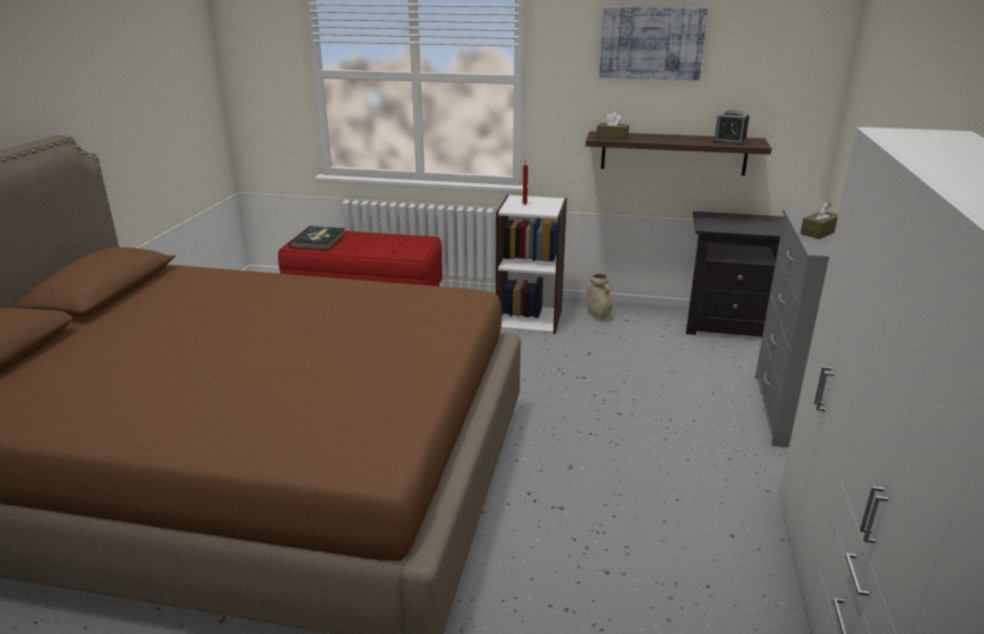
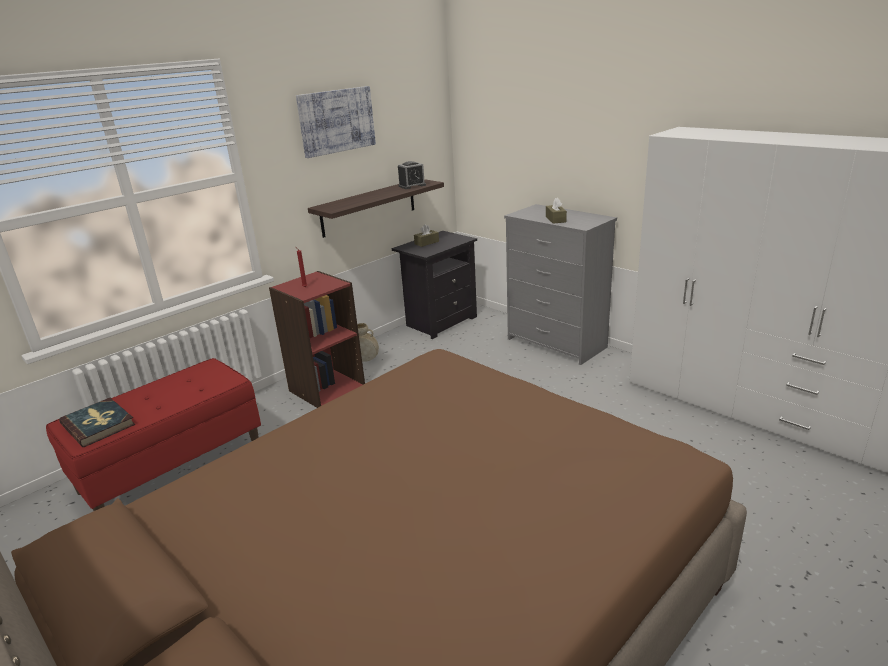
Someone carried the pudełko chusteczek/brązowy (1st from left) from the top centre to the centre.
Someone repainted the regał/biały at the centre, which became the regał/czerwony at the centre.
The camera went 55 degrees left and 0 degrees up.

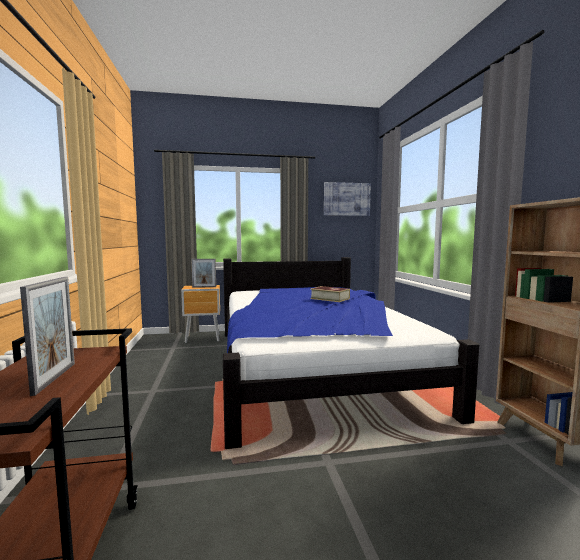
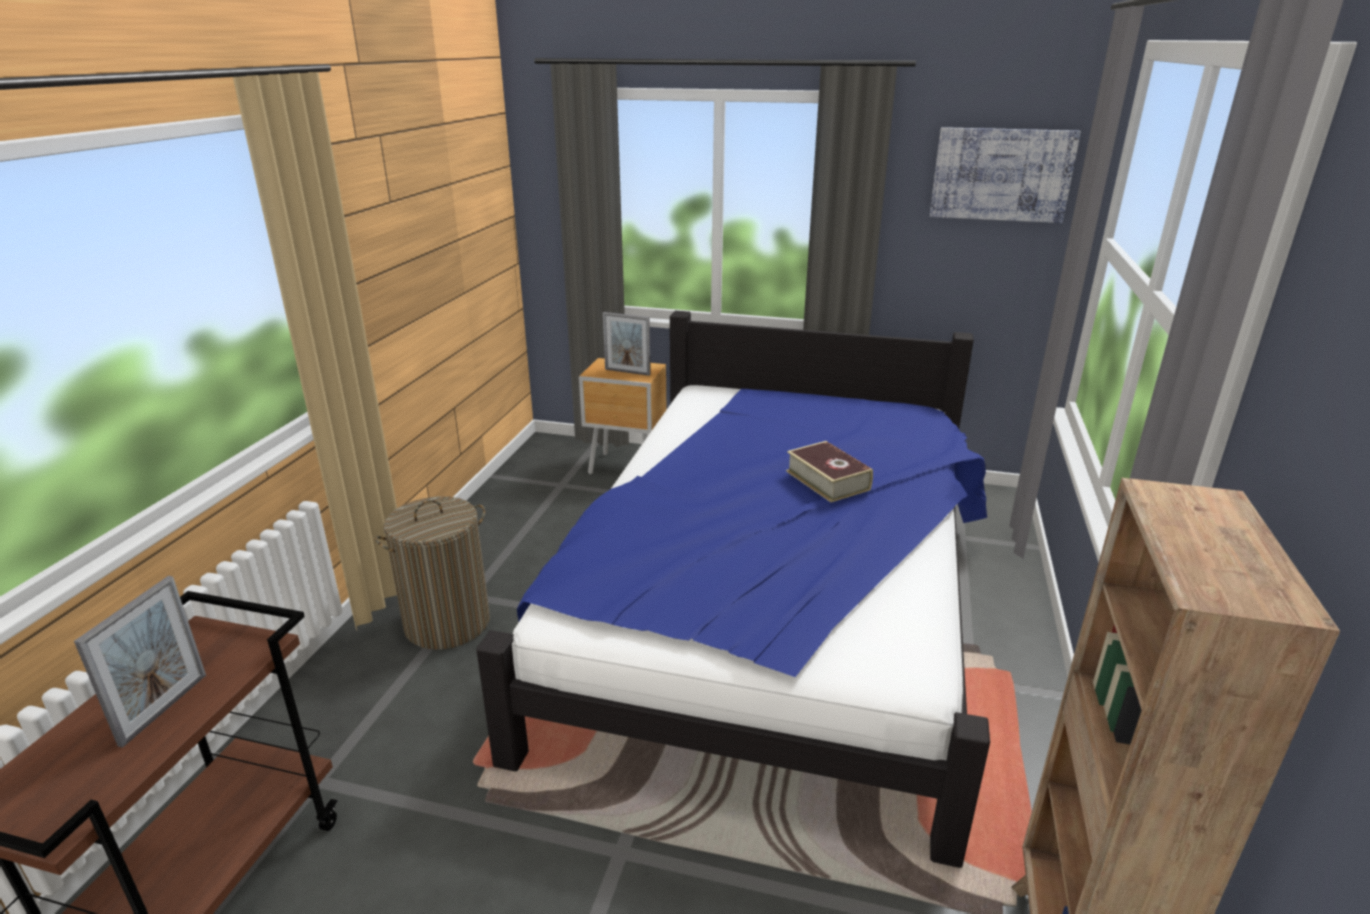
Someone put down the kosz na pranie at the middle left.
The camera went 25 degrees right and 20 degrees up.

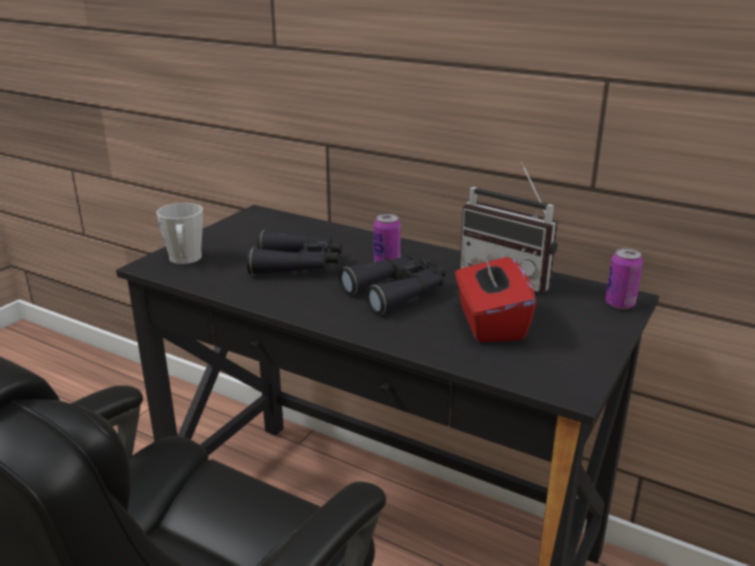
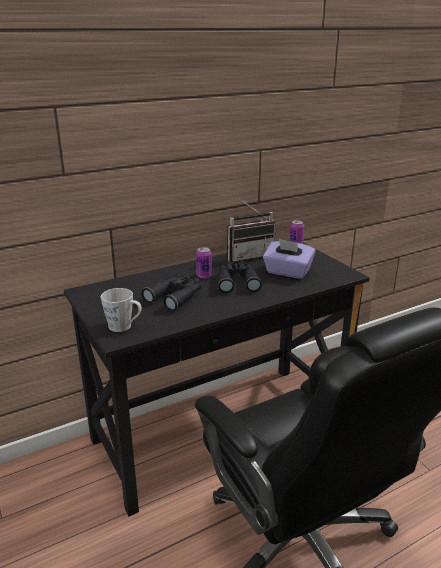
Someone repainted the pudełko chusteczek/czerwony at the centre, which became the pudełko chusteczek/fioletowy at the centre.
The camera went 60 degrees left and 0 degrees up.

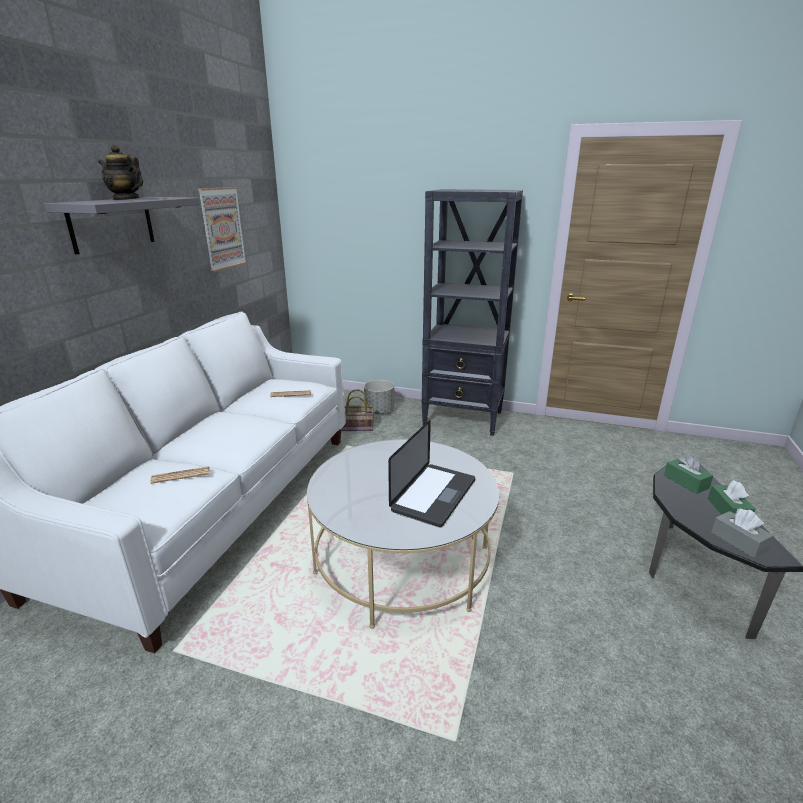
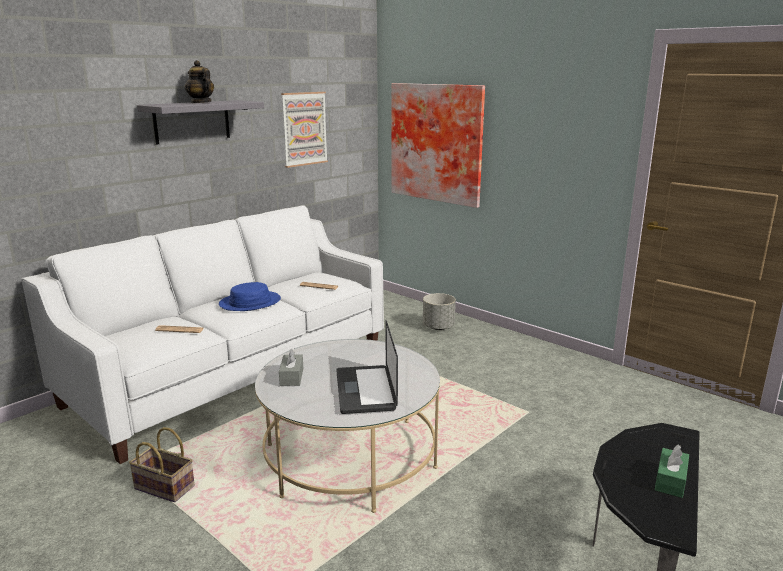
Someone took away the regał/czarny at the centre.
Someone carried the koszyk from the centre to the bottom left.
Someone rotated the laptop at the centre by 120 degrees clockwise.
Someone took away the pudełko chusteczek/zielony (1st from left) at the middle right.
Someone carried the pudełko chusteczek/szary from the middle right to the centre.
Someone put up the obraz (2nd from left) at the top centre.
Someone put down the kapelusz/niebieski at the middle left.
The camera went 25 degrees right and 5 degrees down.

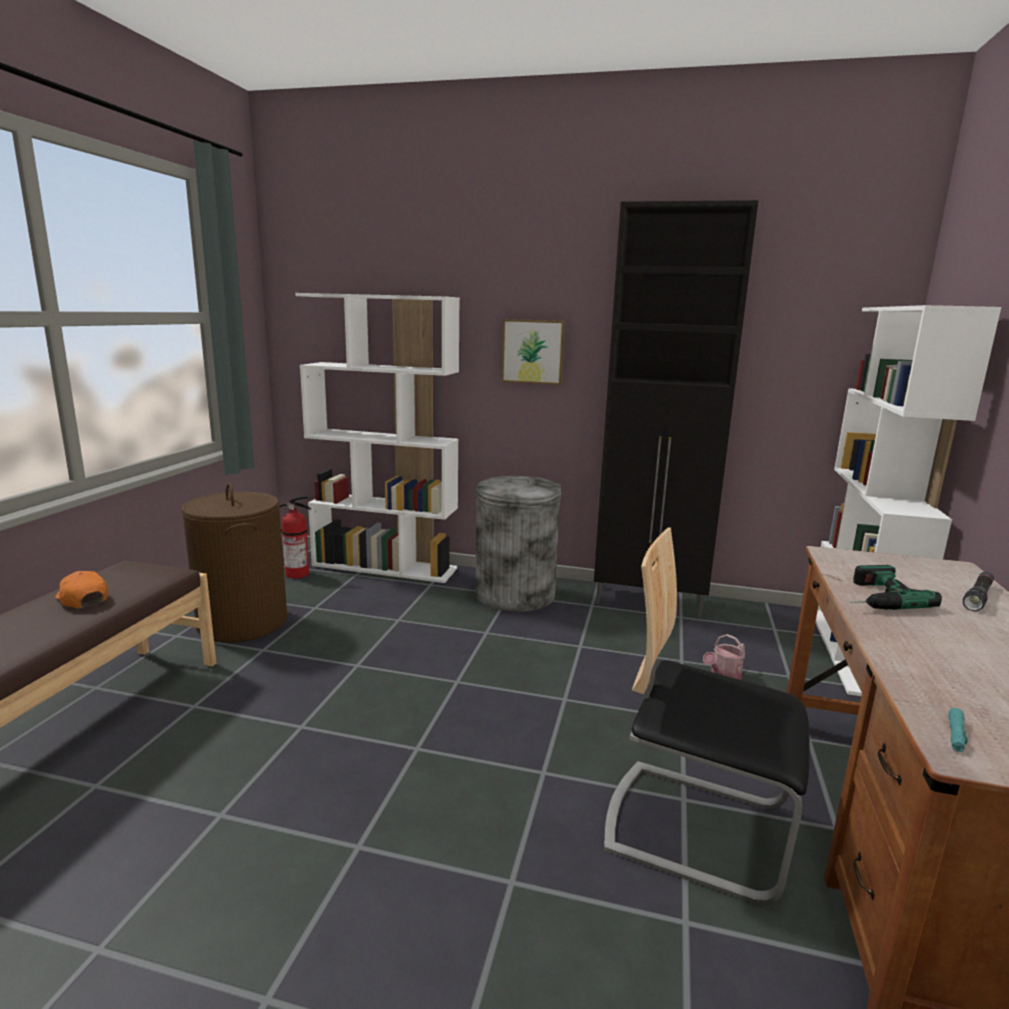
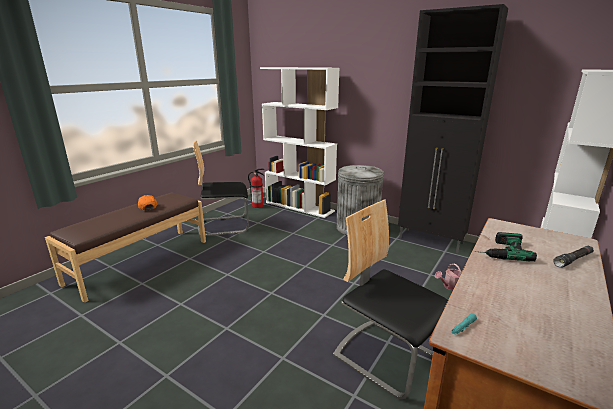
Someone took away the obraz at the centre.
Someone swapped the kosz na pranie/brązowy at the middle left for the krzesło (1st from left) at the centre.
The camera went 20 degrees right and 5 degrees up.

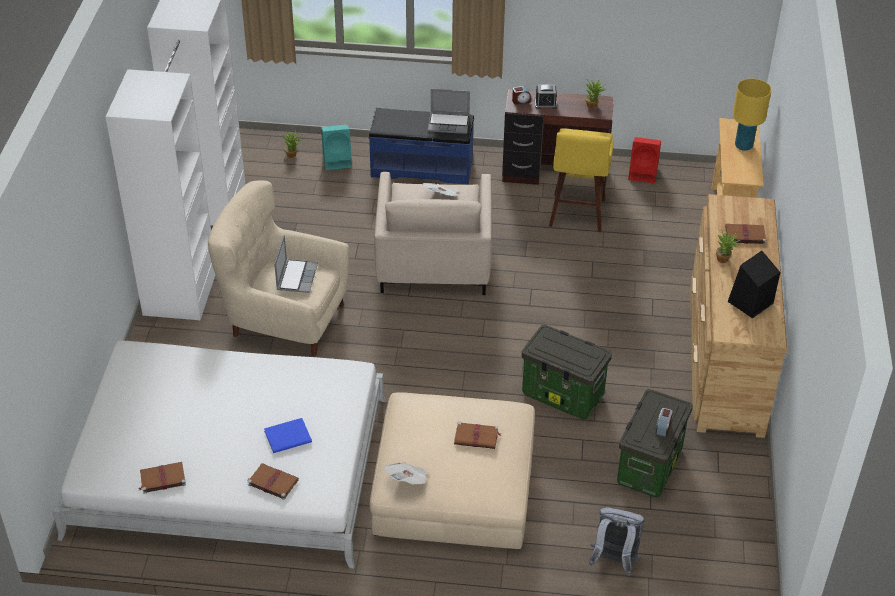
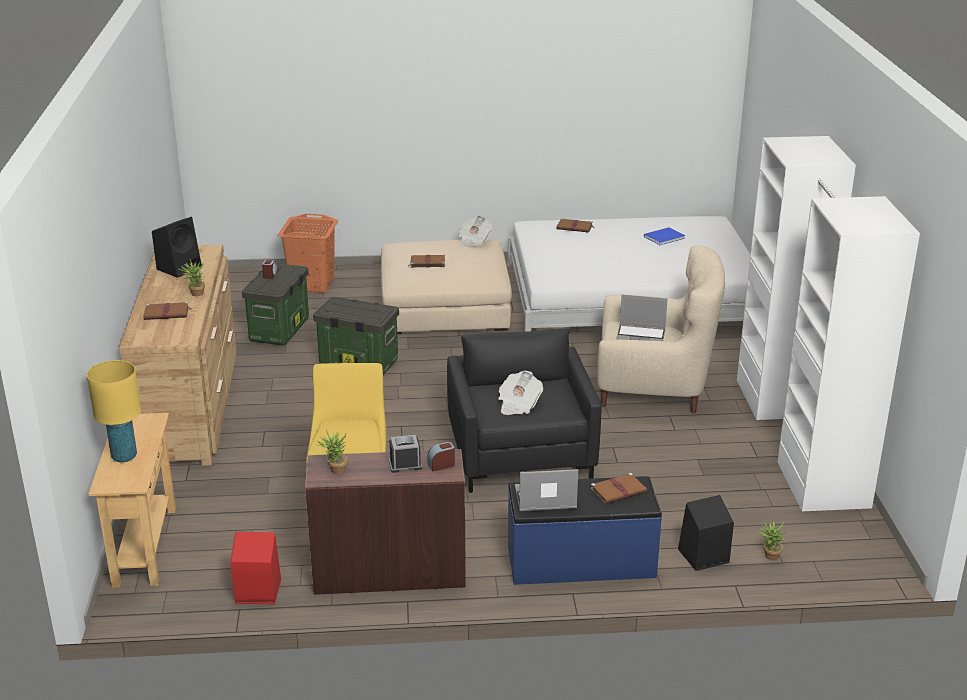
Someone repainted the głośnik/turkusowy at the top centre, which became the głośnik/czarny (2nd from left) at the bottom right.
Someone repainted the fotel/beżowy (2nd from left) at the centre, which became the fotel/czarny at the centre.
Someone rotated the laptop (1st from left in the first image) at the middle left by 75 degrees counterclockwise.
Someone carried the książka/niebieski from the bottom left to the middle right.
Someone carried the książka/brązowy (1st from left in the first image) from the bottom left to the bottom centre.
Someone swapped the plecak/szary at the bottom right for the kosz na pranie/pomarańczowy at the middle left.
The camera went 170 degrees right and 15 degrees down.

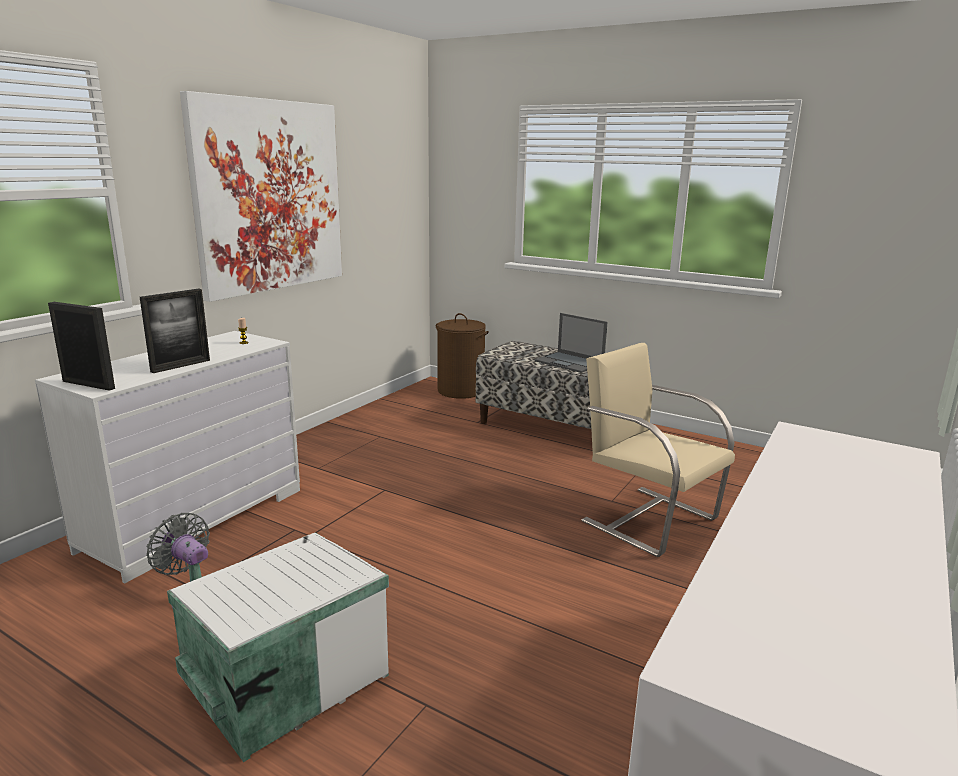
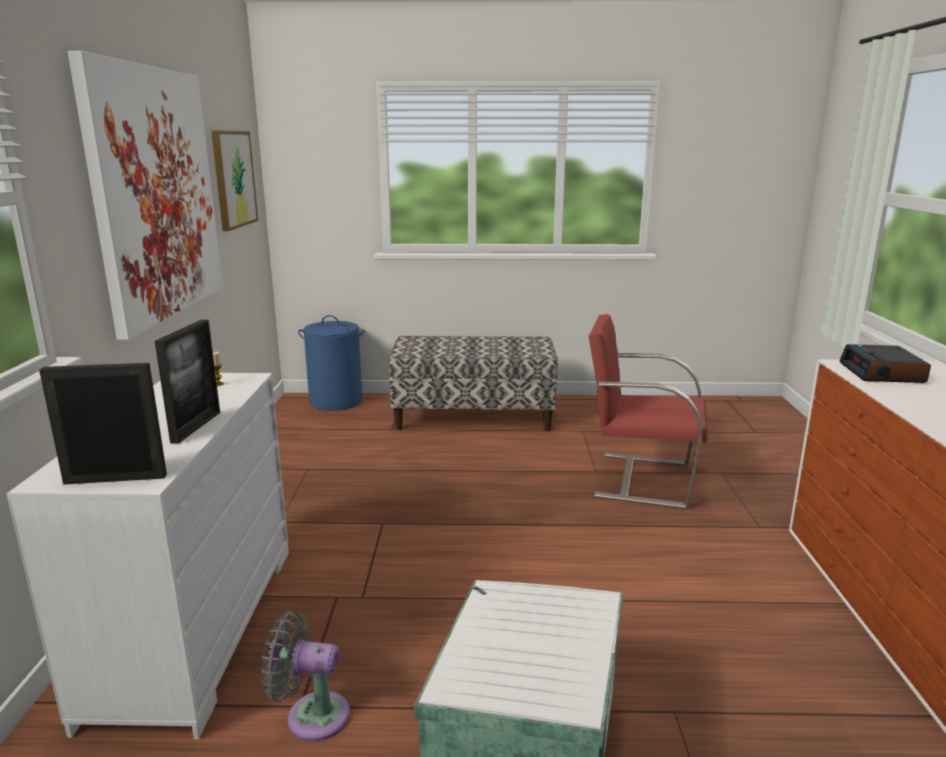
Someone repainted the kosz na pranie/brązowy at the centre, which became the kosz na pranie/niebieski at the centre.
Someone took away the laptop at the centre.
Someone repainted the krzesło/beżowy at the middle right, which became the krzesło/czerwony at the middle right.
Someone put up the obraz (2nd from left) at the top left.
Someone put down the budzik at the middle right.
The camera went 30 degrees left and 0 degrees up.

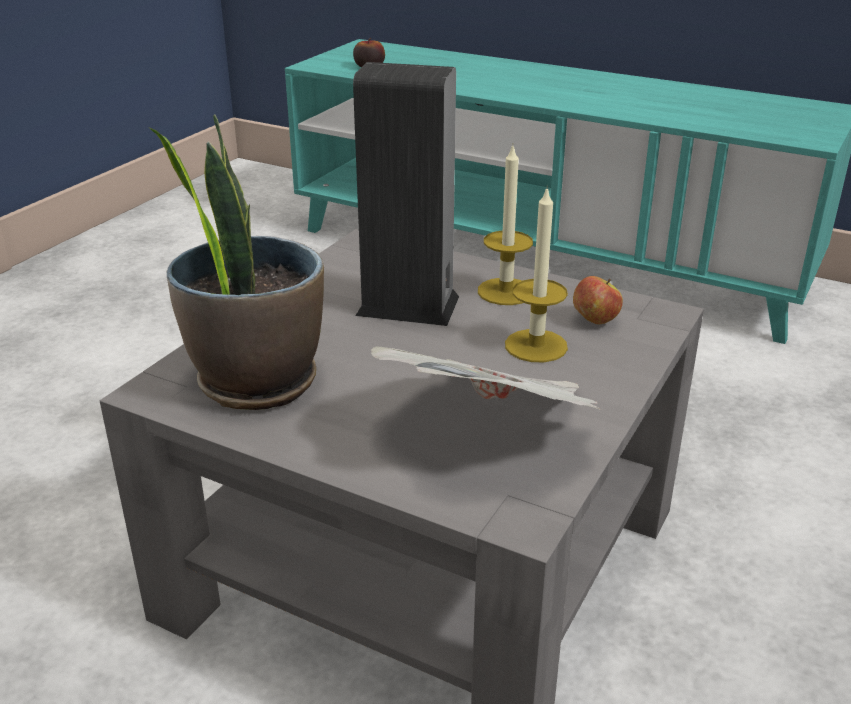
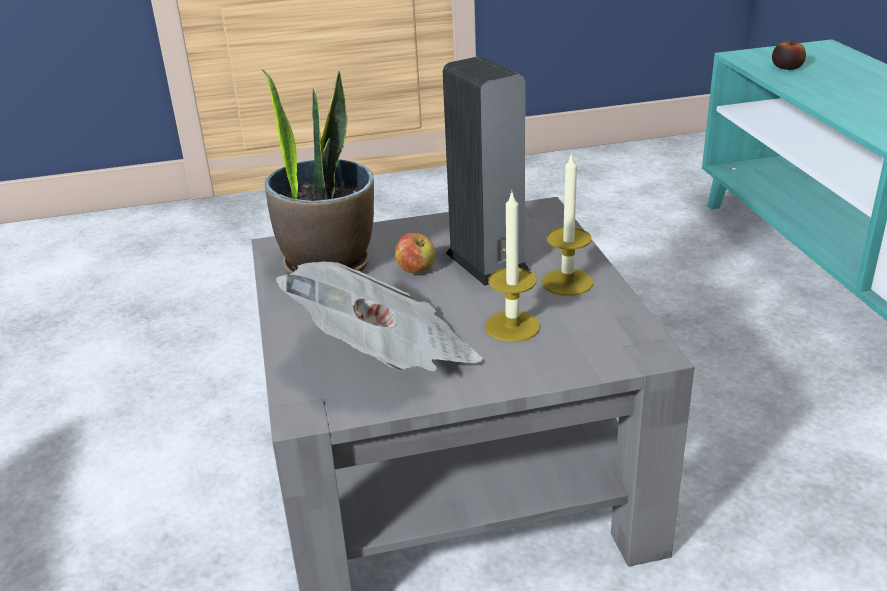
Someone carried the jabłko (2nd from left in the first image) from the middle right to the centre.
The camera went 50 degrees right and 0 degrees up.

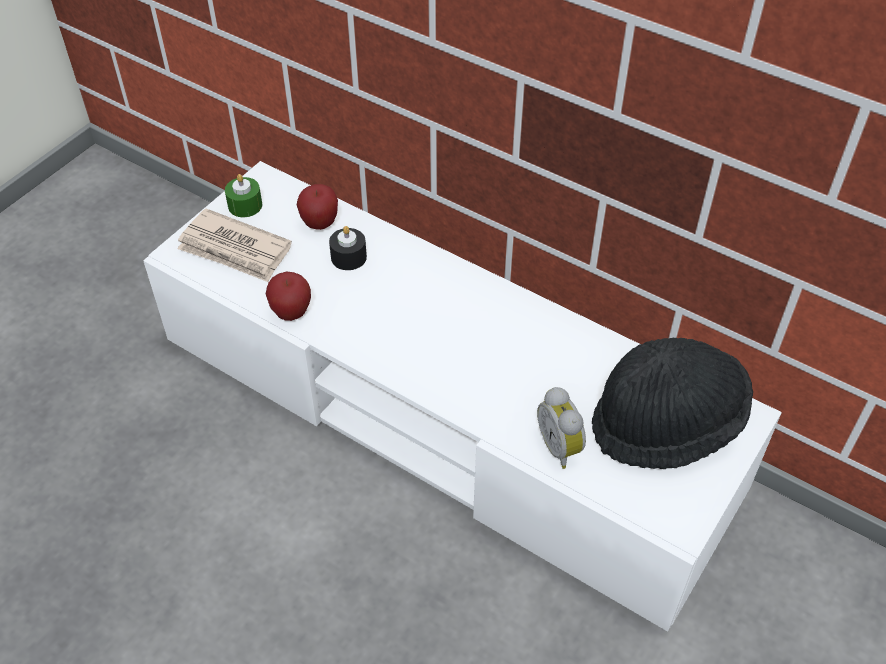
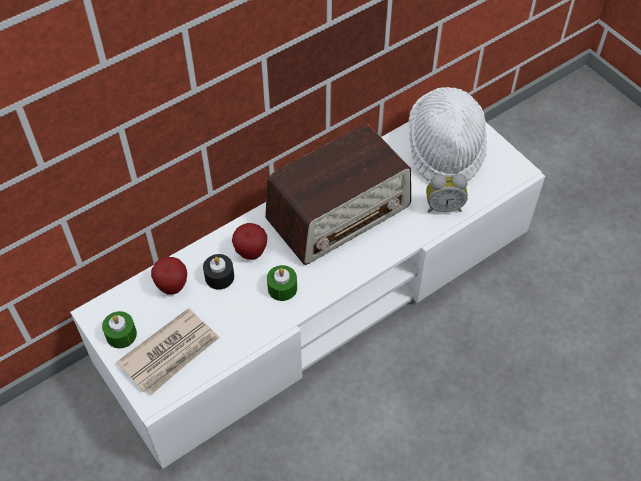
Someone carried the jabłko (1st from left in the first image) from the middle left to the centre.
Someone repainted the kapelusz/czarny at the middle right, which became the kapelusz/biały at the top right.
Someone put down the radio at the centre.
Someone put down the świeca/zielony (2nd from left) at the centre.
The camera went 70 degrees left and 5 degrees up.

